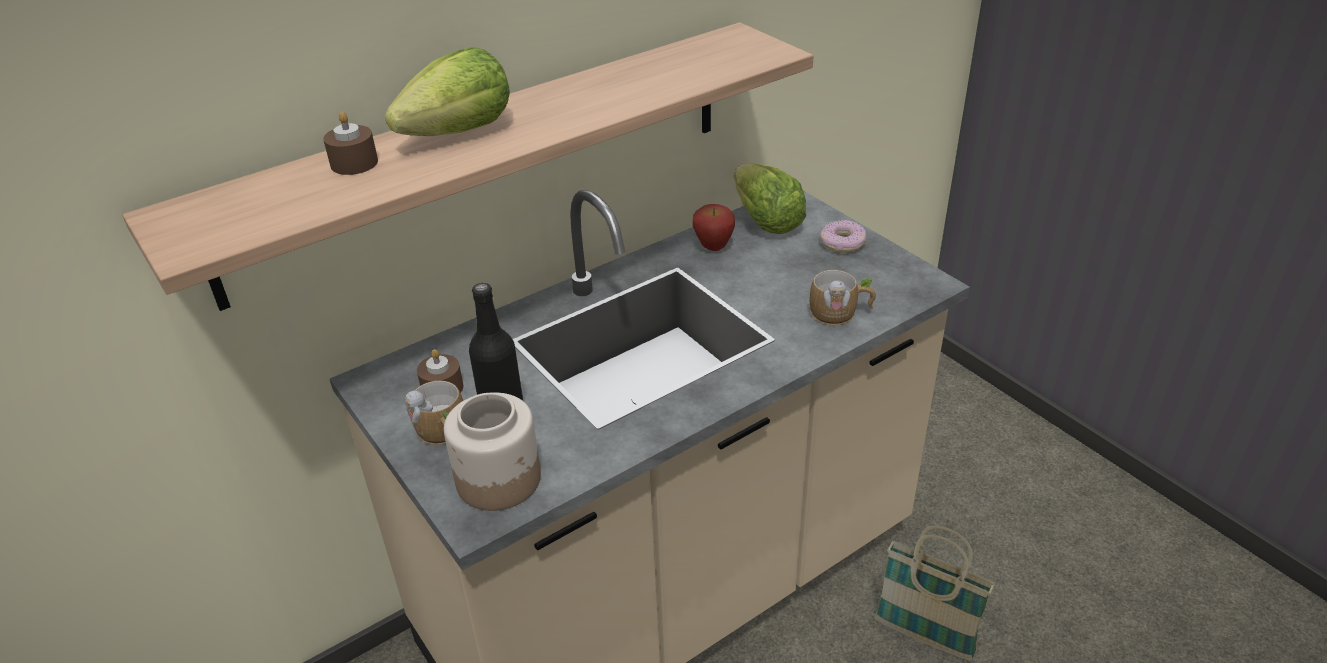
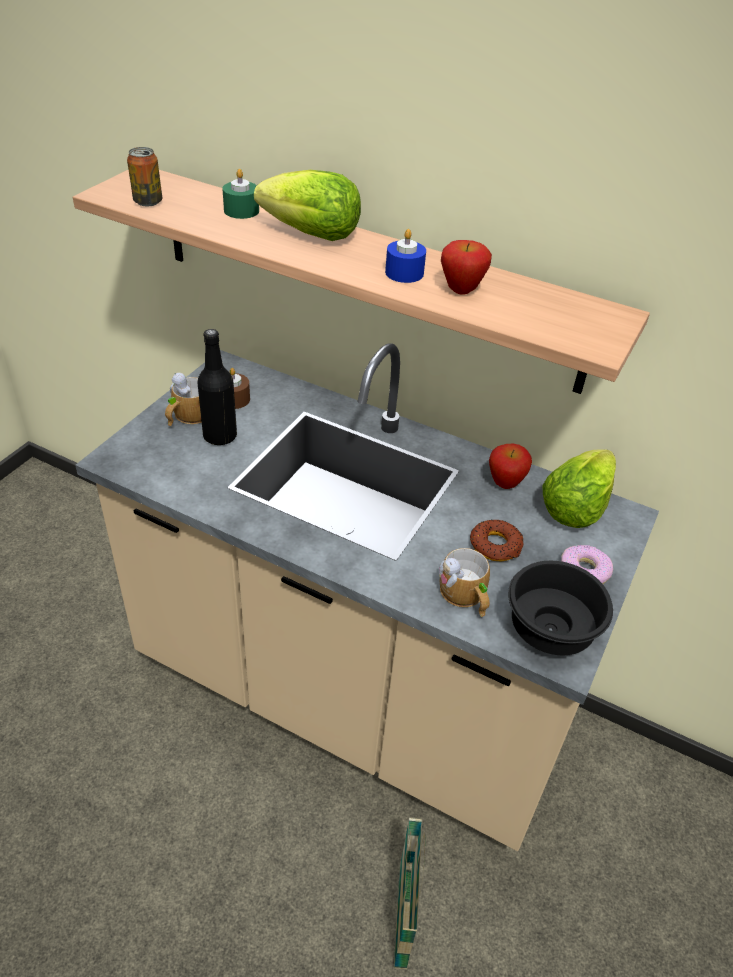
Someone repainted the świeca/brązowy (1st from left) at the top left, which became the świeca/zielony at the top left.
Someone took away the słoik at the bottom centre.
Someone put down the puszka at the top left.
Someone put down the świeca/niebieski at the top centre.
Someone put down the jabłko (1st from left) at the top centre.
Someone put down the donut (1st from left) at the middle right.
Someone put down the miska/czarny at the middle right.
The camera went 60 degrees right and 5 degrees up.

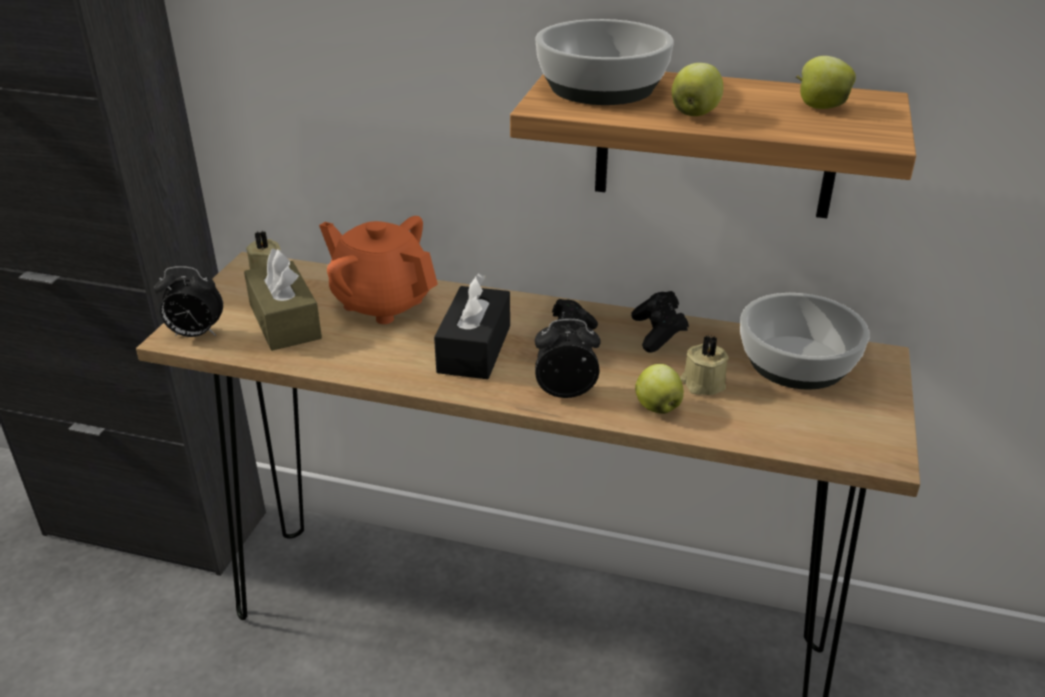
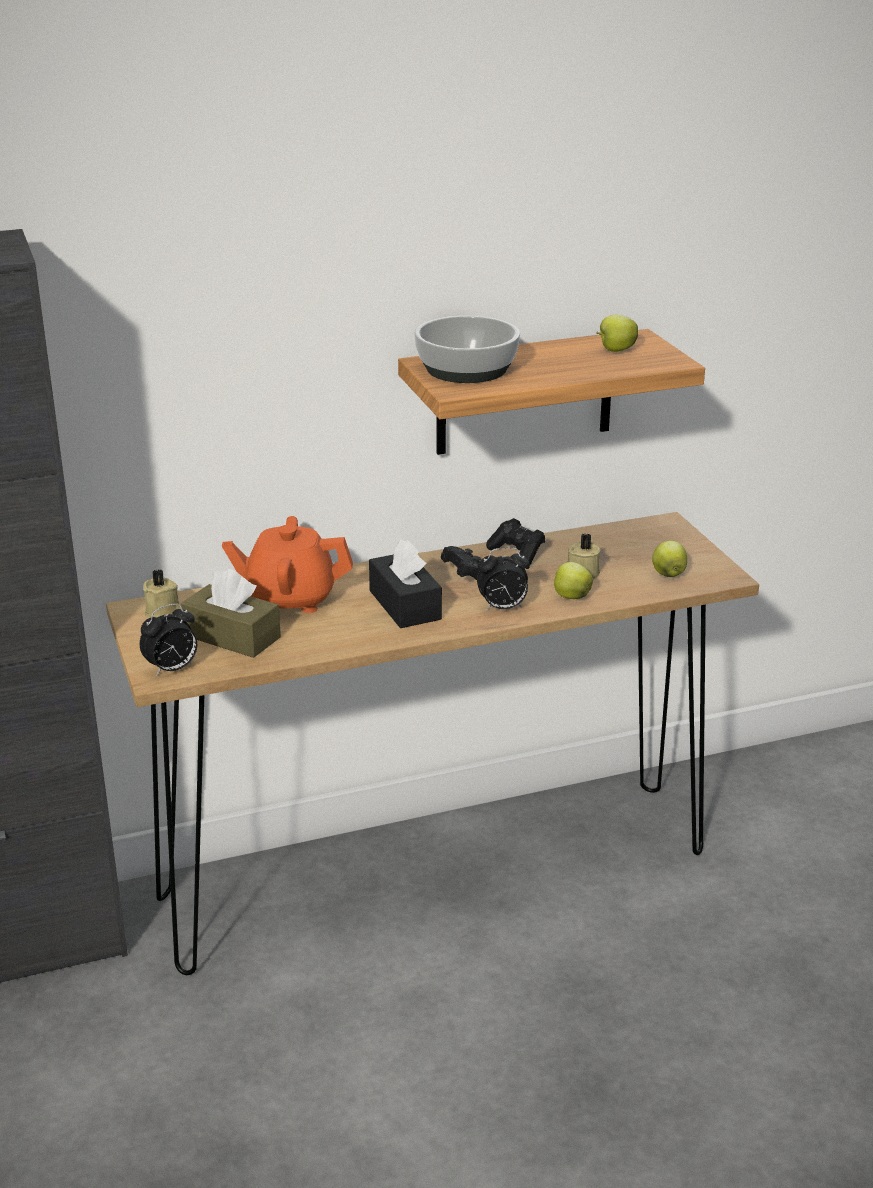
Someone carried the jabłko (2nd from left in the first image) from the top right to the middle right.
Someone took away the miska (2nd from left) at the middle right.
Someone rotated the budzik (2nd from left) at the centre by 150 degrees counterclockwise.
The camera went 35 degrees left and 5 degrees down.

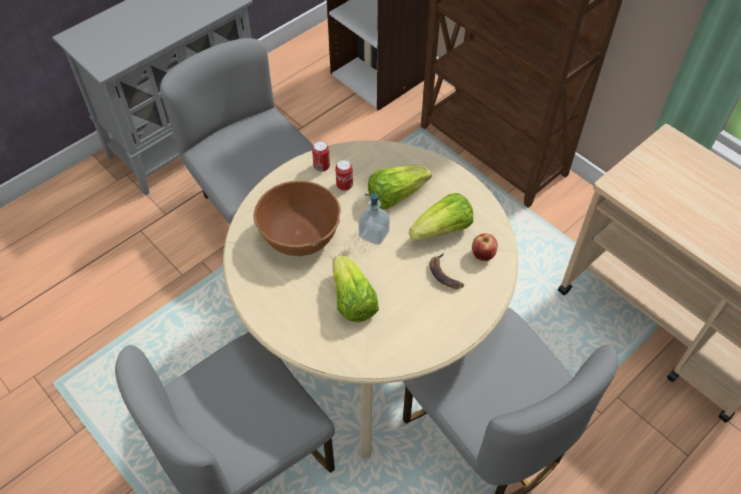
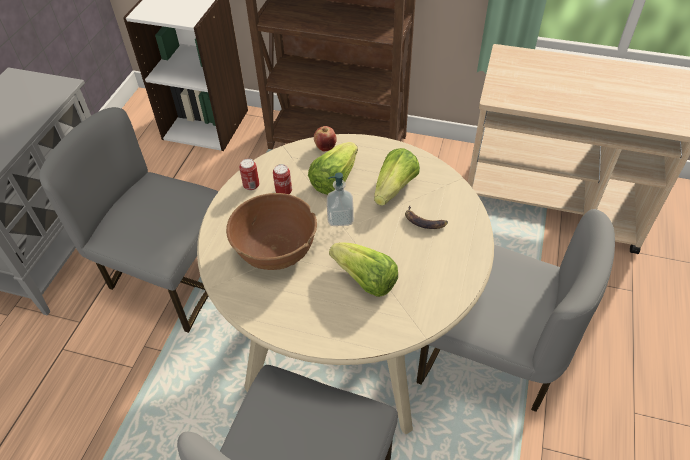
Someone carried the jabłko from the centre to the top centre.
The camera went 30 degrees left and 5 degrees down.

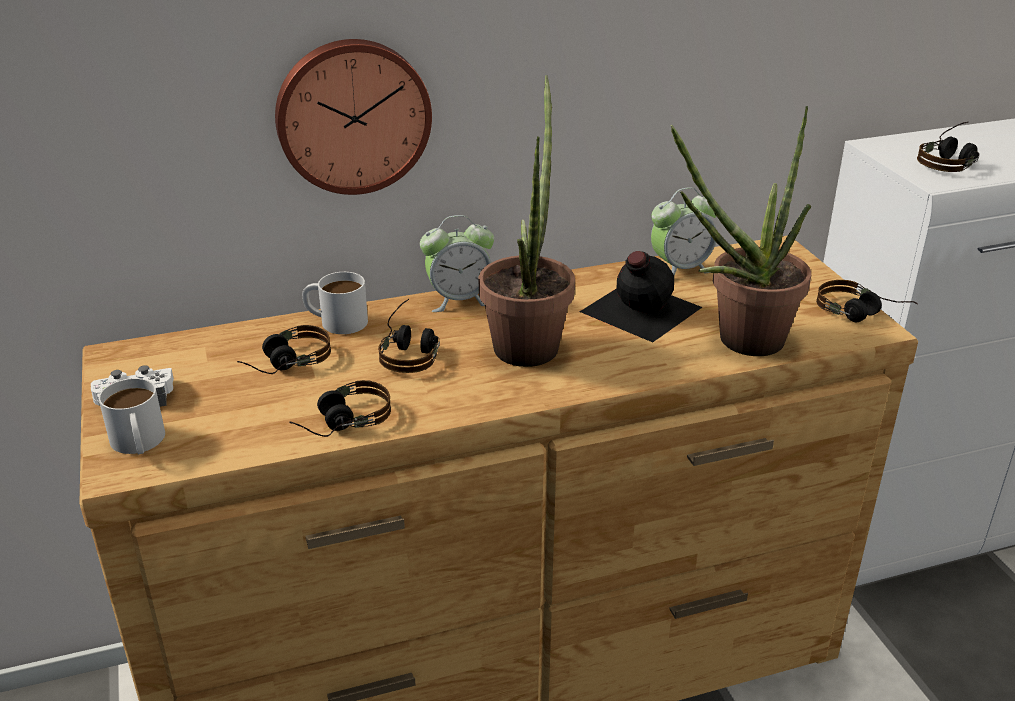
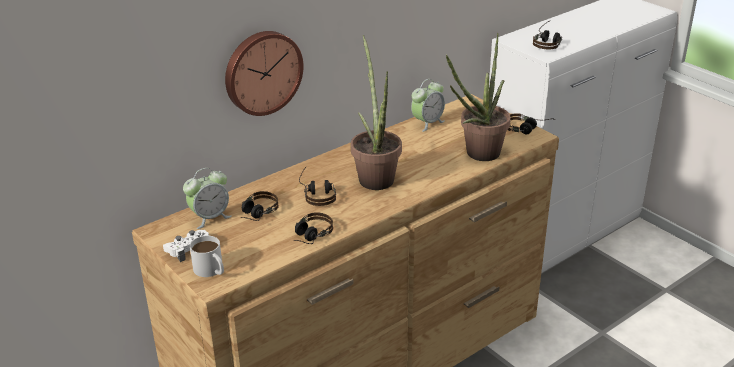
Someone carried the budzik (1st from left) from the centre to the middle left.
Someone took away the butelka/czarny at the centre.
Someone took away the kubek/biały (2nd from left) at the middle left.
The camera went 20 degrees left and 0 degrees up.

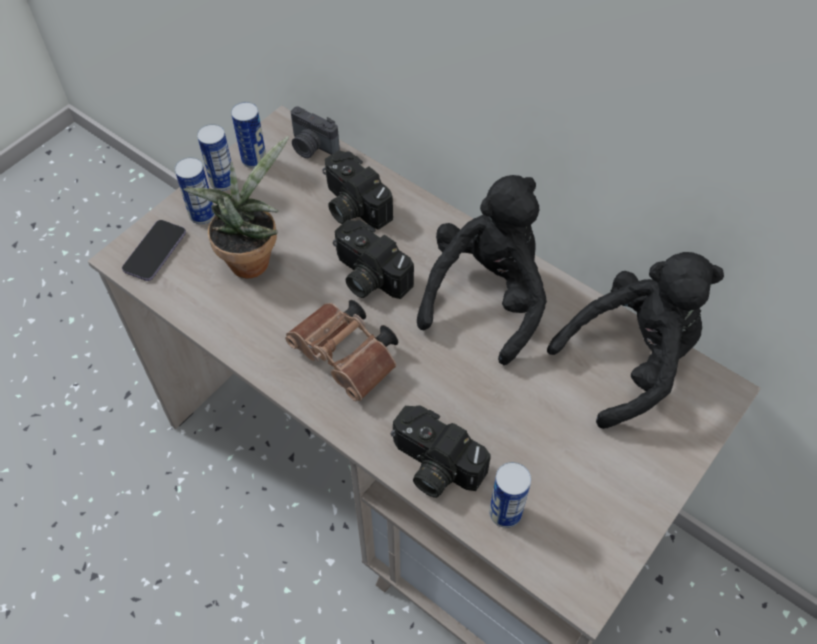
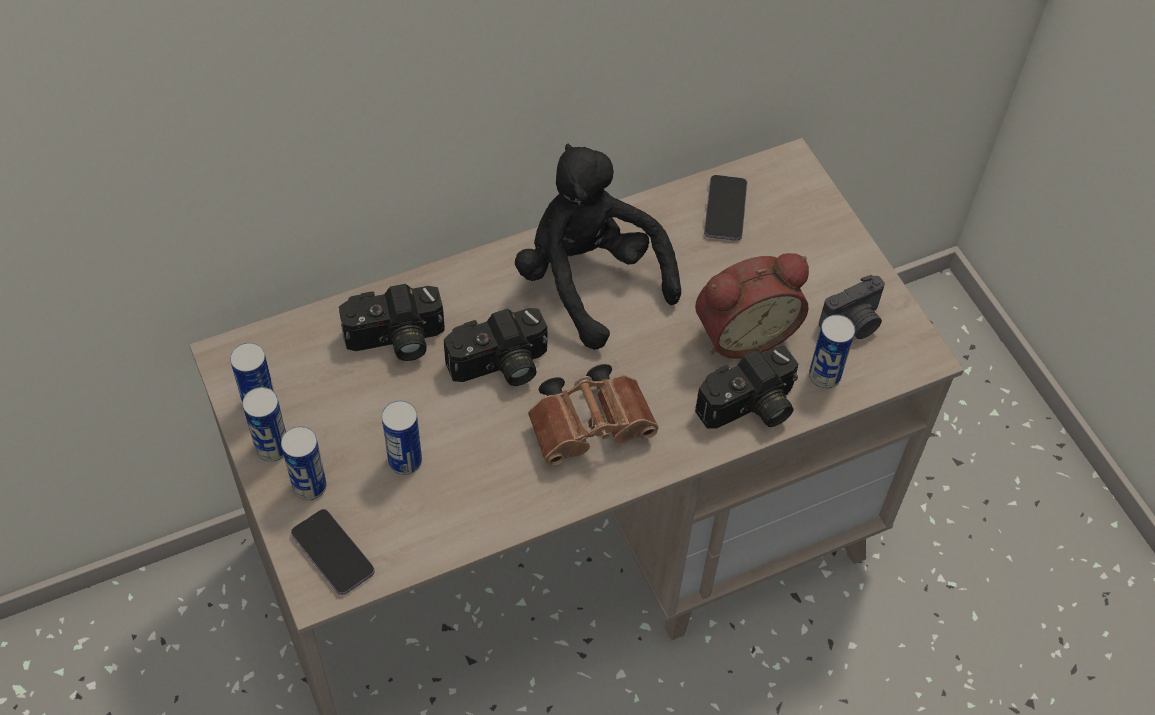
Someone carried the aparat fotograficzny (1st from left in the first image) from the top centre to the middle right.
Someone swapped the roślina doniczkowa at the top left for the puszka (4th from left) at the centre.
Someone swapped the pluszak/czarny (2nd from left) at the middle right for the telefon (2nd from left) at the top centre.
Someone put down the budzik at the centre.
The camera went 65 degrees left and 0 degrees up.

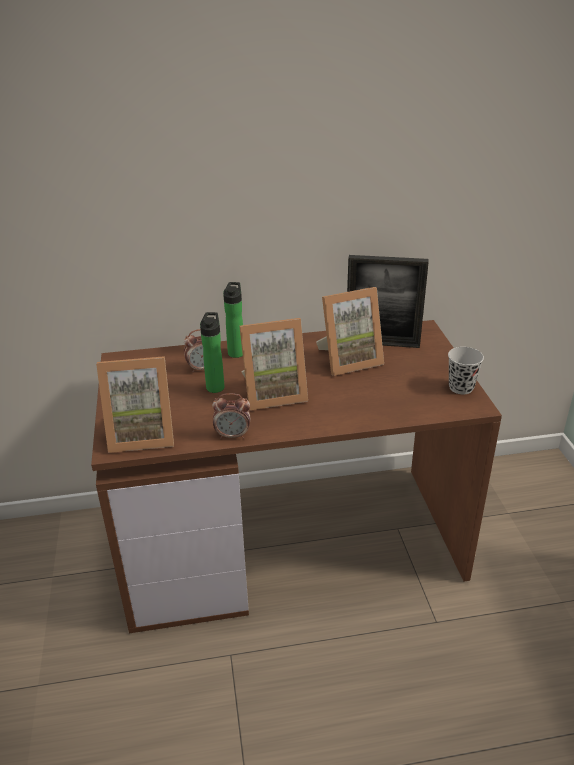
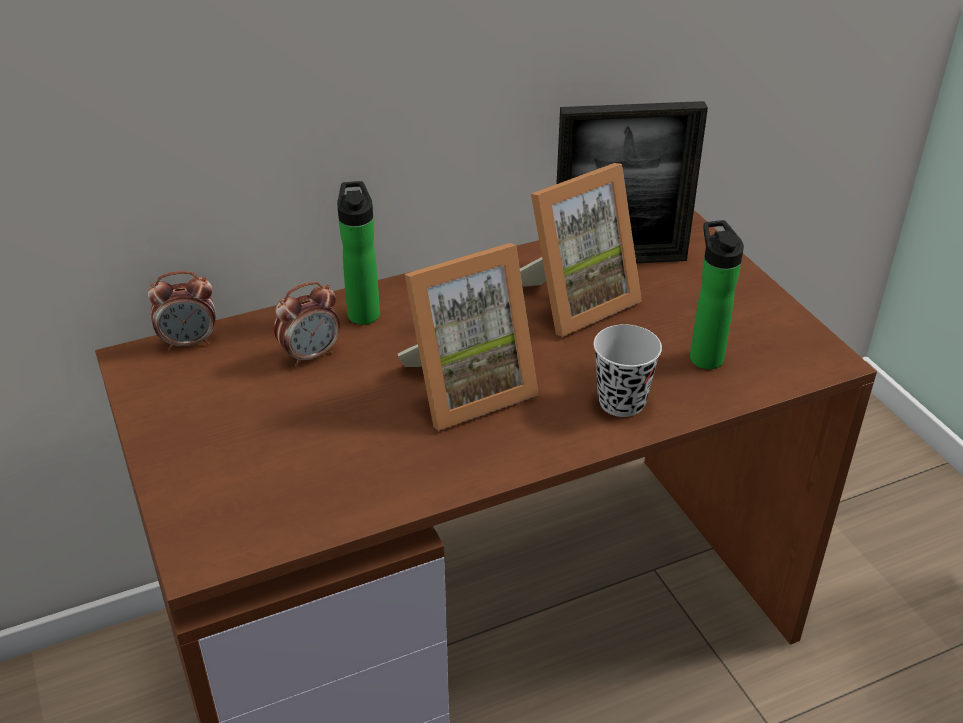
Someone carried the butelka (1st from left in the first image) from the centre to the middle right.
Someone carried the filiżanka/czarny from the middle right to the centre.
Someone took away the ramka na zdjęcie (1st from left) at the middle left.
Someone carried the budzik (2nd from left in the first image) from the centre to the middle left.
The camera went 15 degrees left and 5 degrees up.

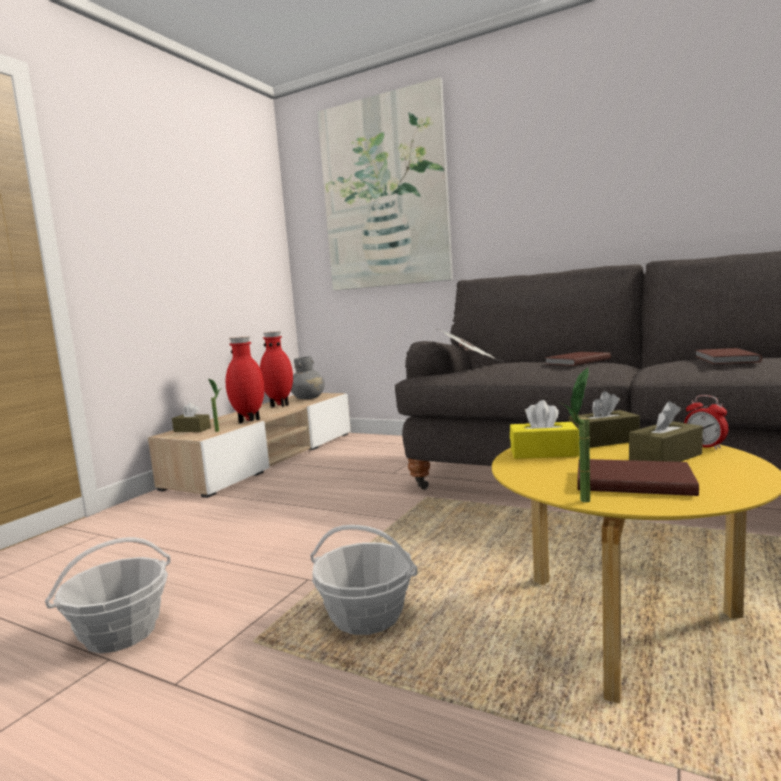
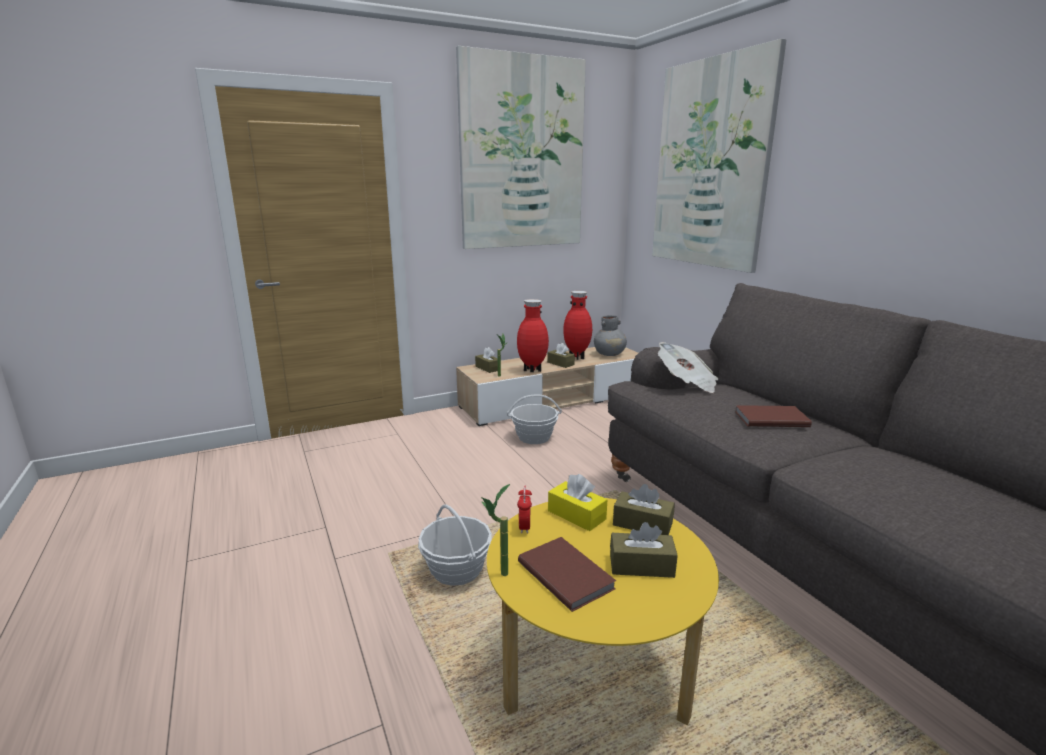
Someone took away the książka/brązowy (3rd from left) at the middle right.
Someone carried the budzik from the middle right to the bottom centre.
Someone carried the koszyk (1st from left in the first image) from the bottom left to the centre.
Someone put up the obraz (1st from left) at the top centre.
Someone put down the pudełko chusteczek/brązowy (2nd from left) at the centre.
The camera went 35 degrees right and 10 degrees up.

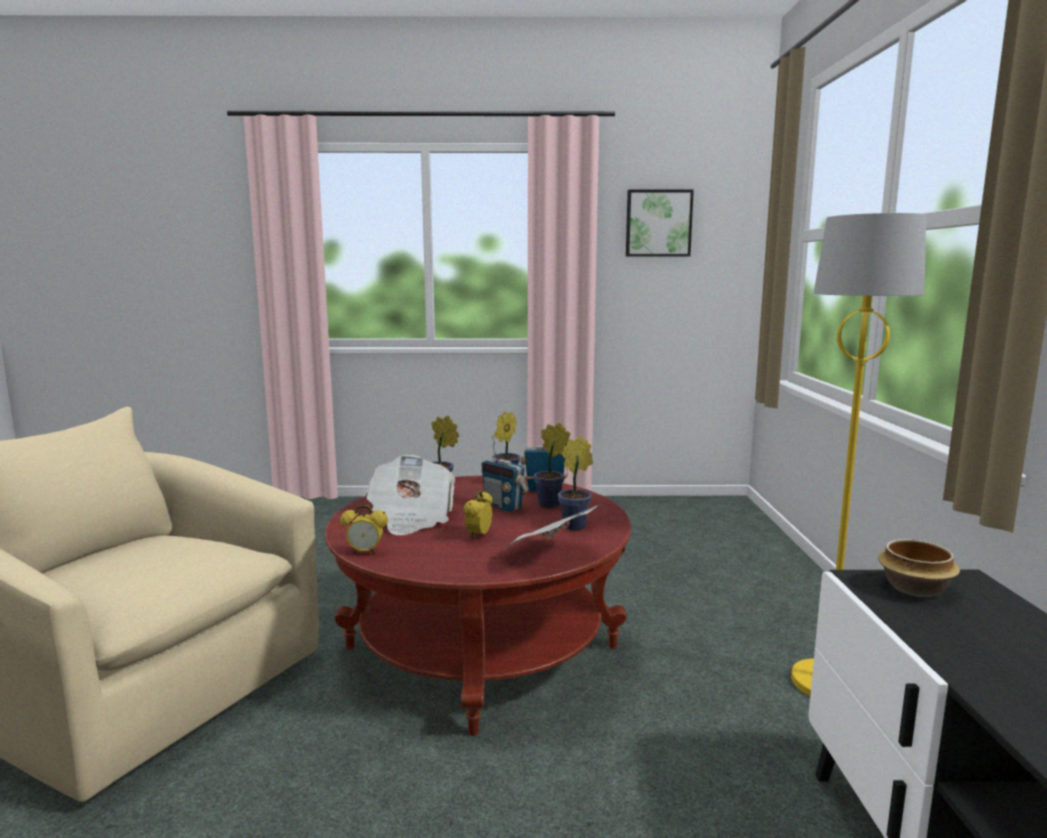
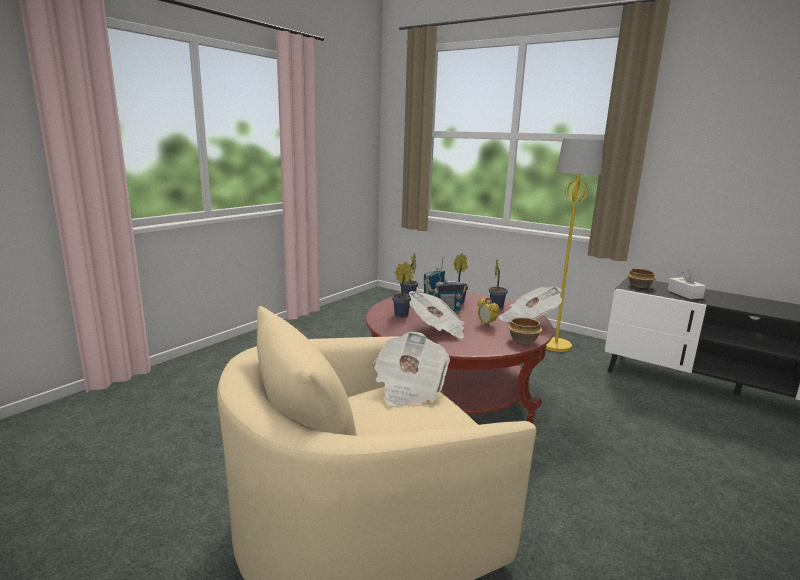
Someone took away the obraz at the top centre.
Someone took away the budzik (1st from left) at the centre.
Someone put down the pudełko chusteczek/biały at the middle right.
Someone put down the miska (1st from left) at the centre.
Someone put down the gazeta (1st from left) at the centre.
The camera went 55 degrees left and 5 degrees up.

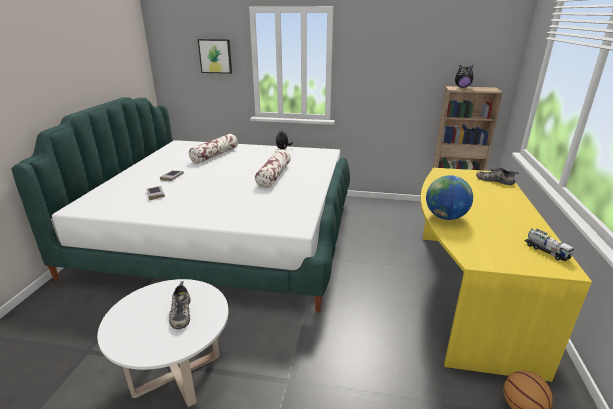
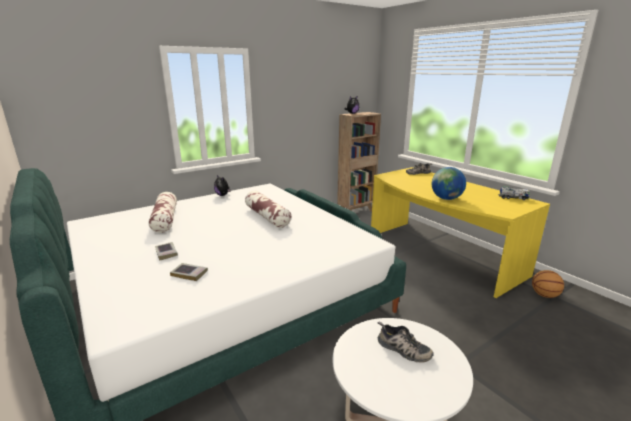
Someone took away the obraz at the top centre.
The camera went 45 degrees left and 5 degrees down.

